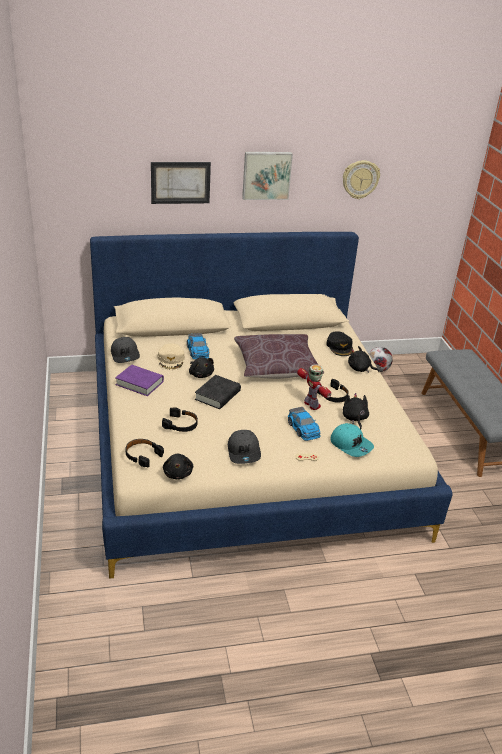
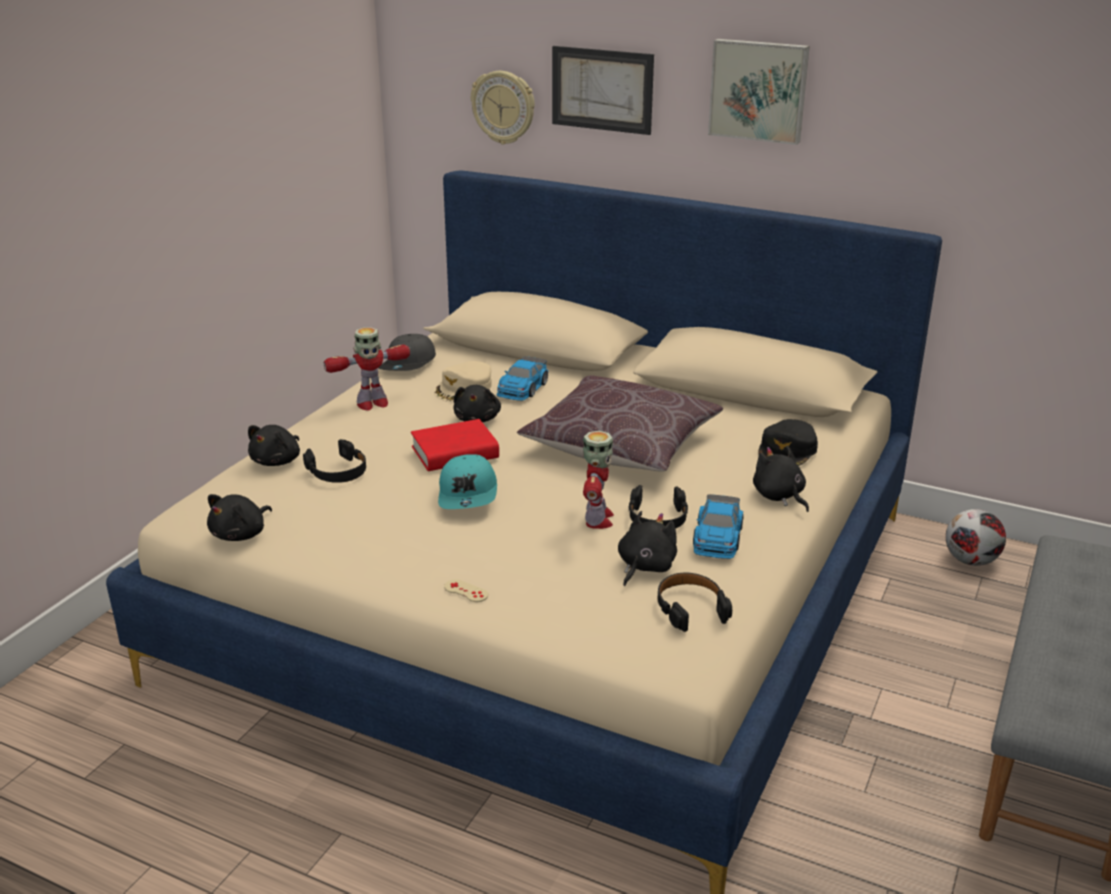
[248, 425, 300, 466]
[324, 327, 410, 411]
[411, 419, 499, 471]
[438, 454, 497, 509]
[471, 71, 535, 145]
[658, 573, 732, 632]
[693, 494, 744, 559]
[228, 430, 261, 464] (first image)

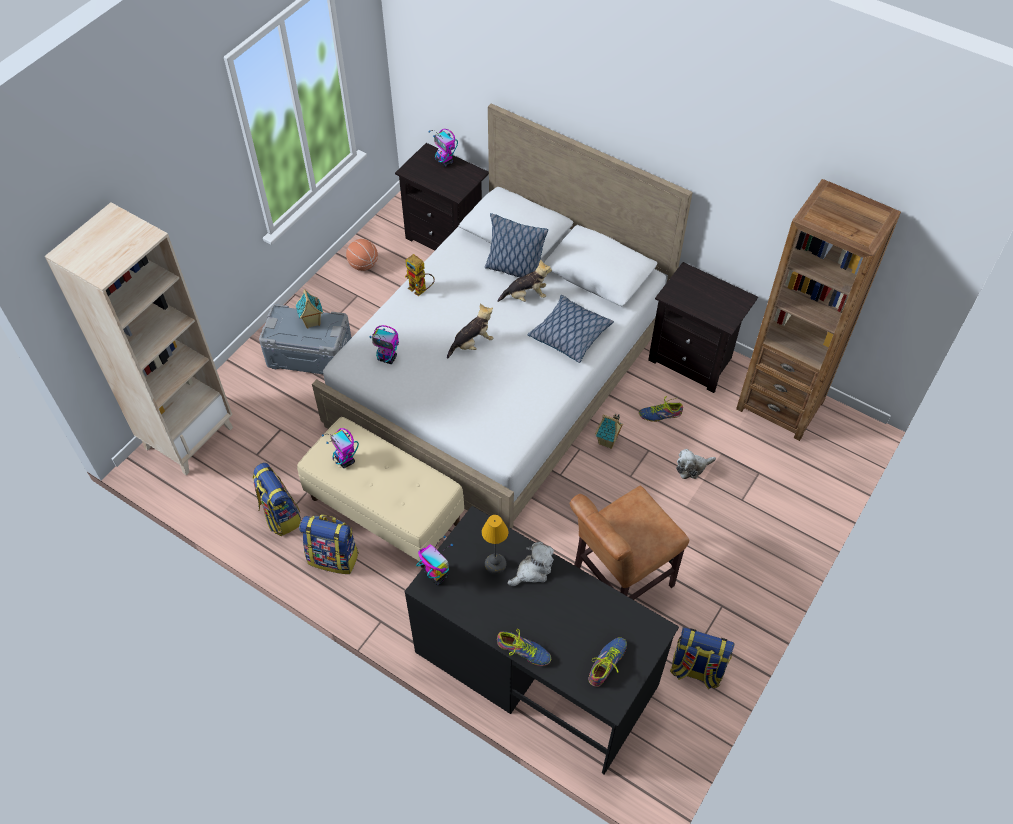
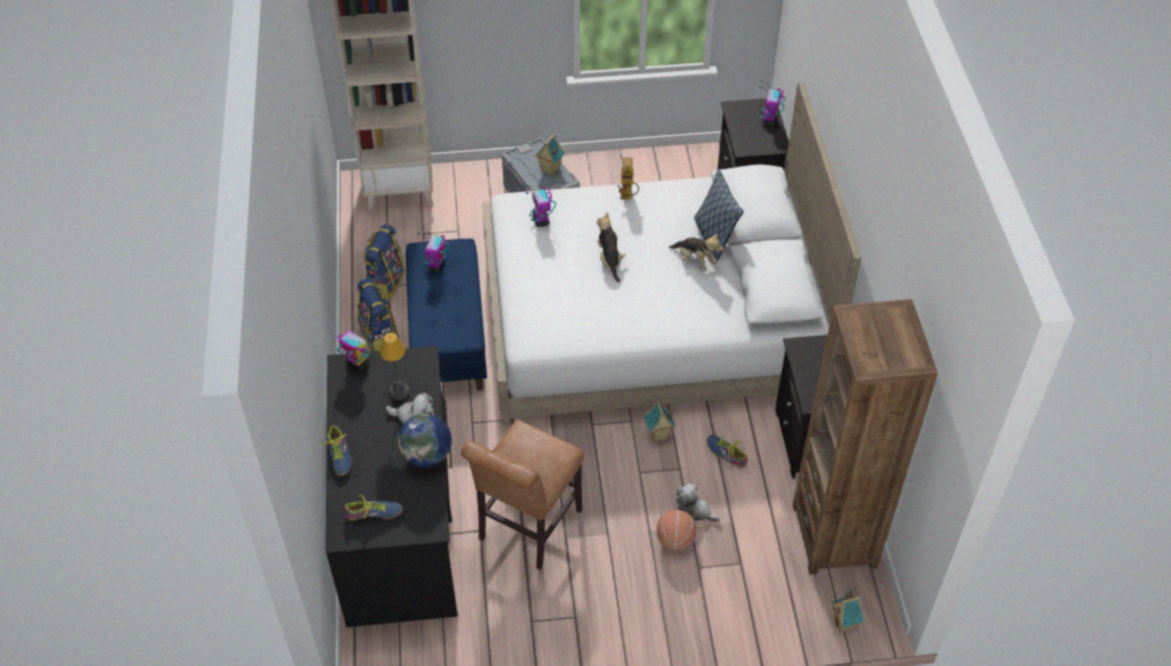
[337, 318, 369, 371]
[398, 414, 452, 467]
[406, 238, 487, 391]
[461, 420, 584, 570]
[597, 212, 625, 283]
[657, 510, 696, 551]
[830, 589, 865, 633]
[527, 295, 614, 363] (first image)
[670, 627, 735, 689] (first image)

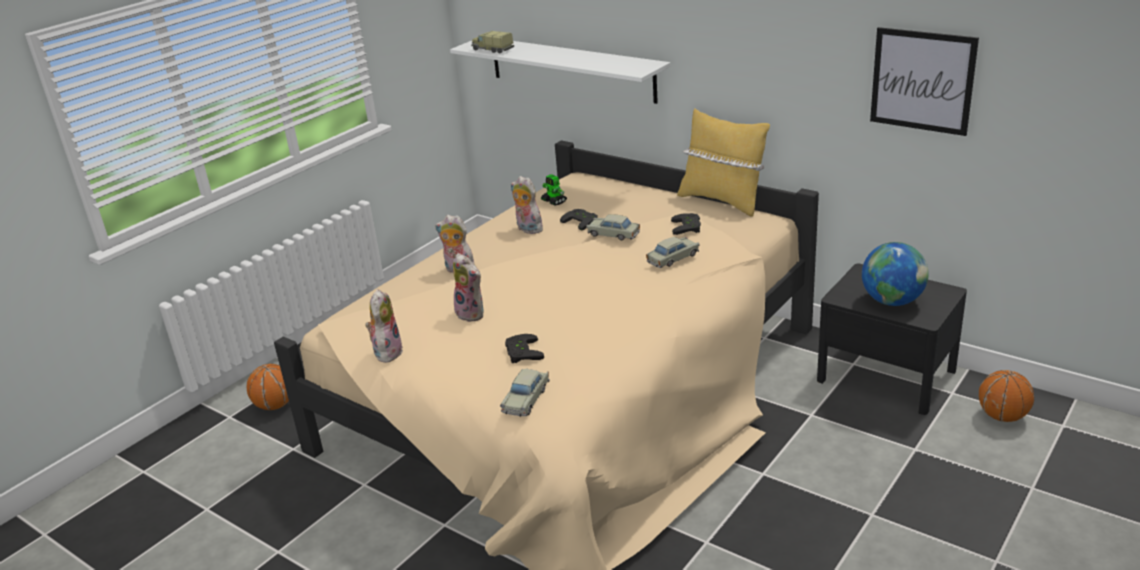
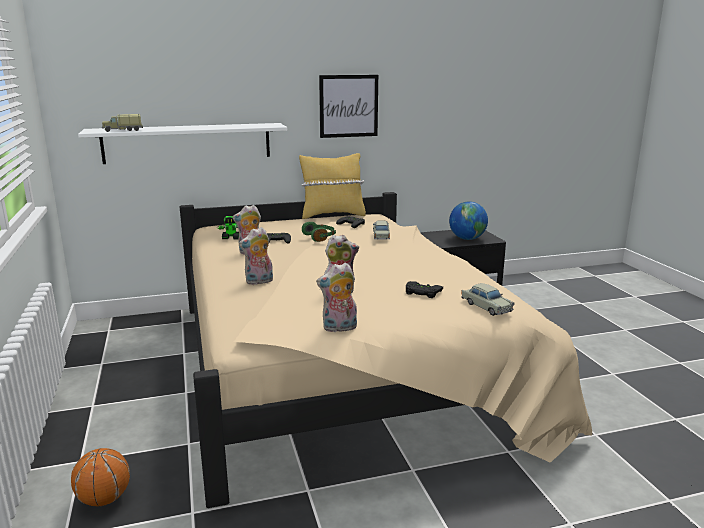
[302, 222, 336, 242]
[316, 262, 357, 333]
[319, 75, 378, 138]
[979, 370, 1034, 422] (first image)

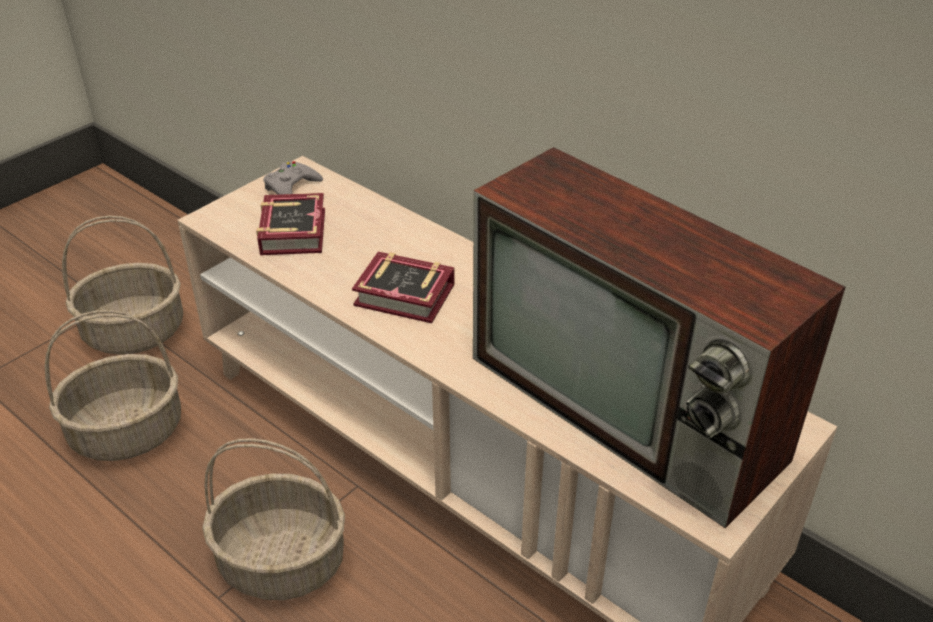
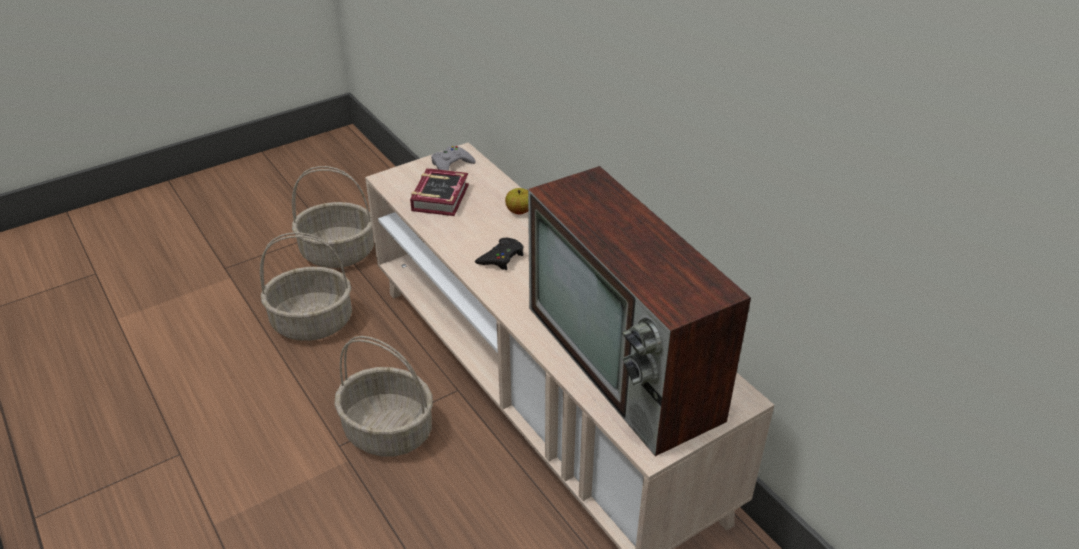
[475, 238, 523, 270]
[505, 188, 528, 215]

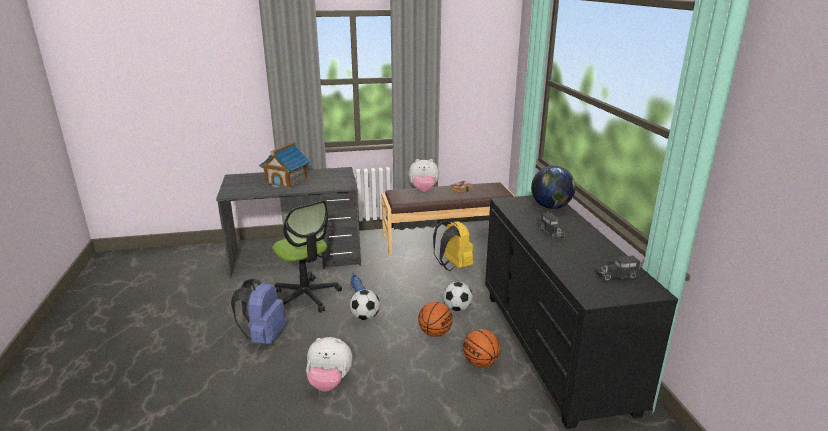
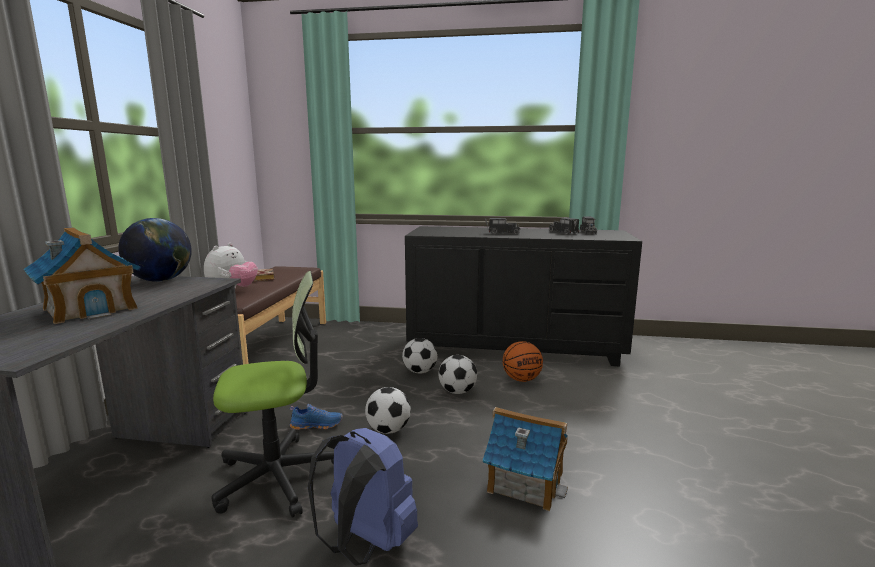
[118, 218, 192, 282]
[438, 355, 477, 394]
[483, 407, 568, 511]
[549, 218, 579, 234]
[433, 220, 473, 271] (first image)

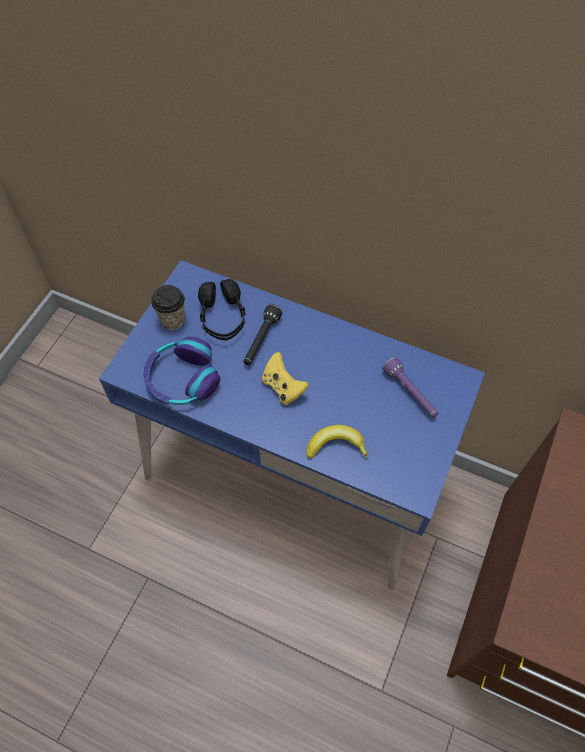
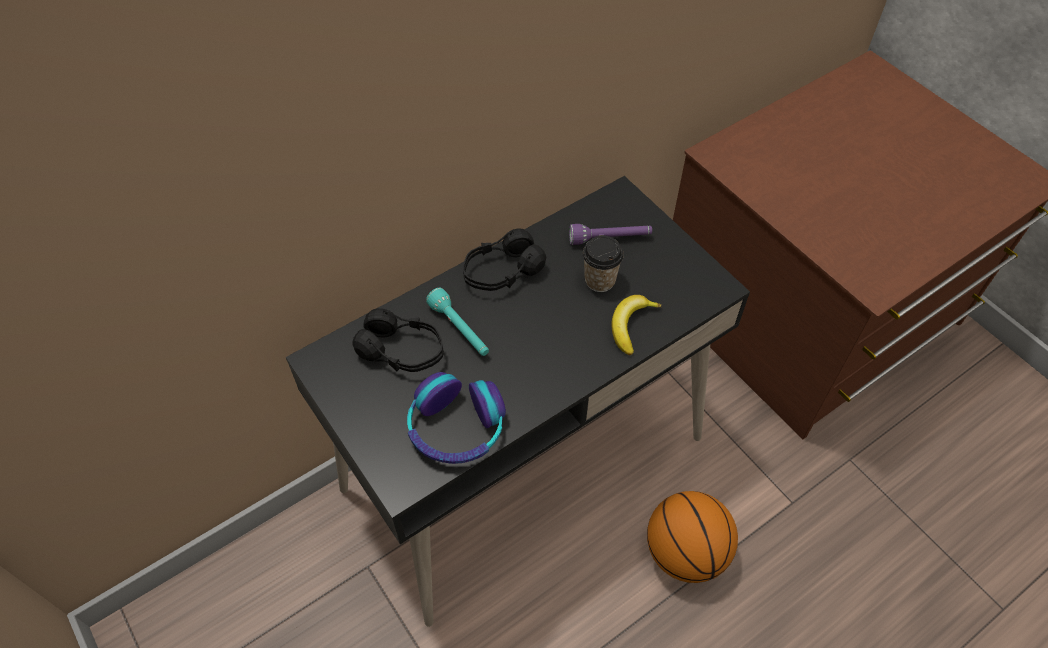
[286, 176, 750, 627]
[426, 288, 489, 356]
[463, 228, 546, 291]
[583, 235, 624, 292]
[647, 491, 738, 583]
[262, 352, 309, 405] (first image)

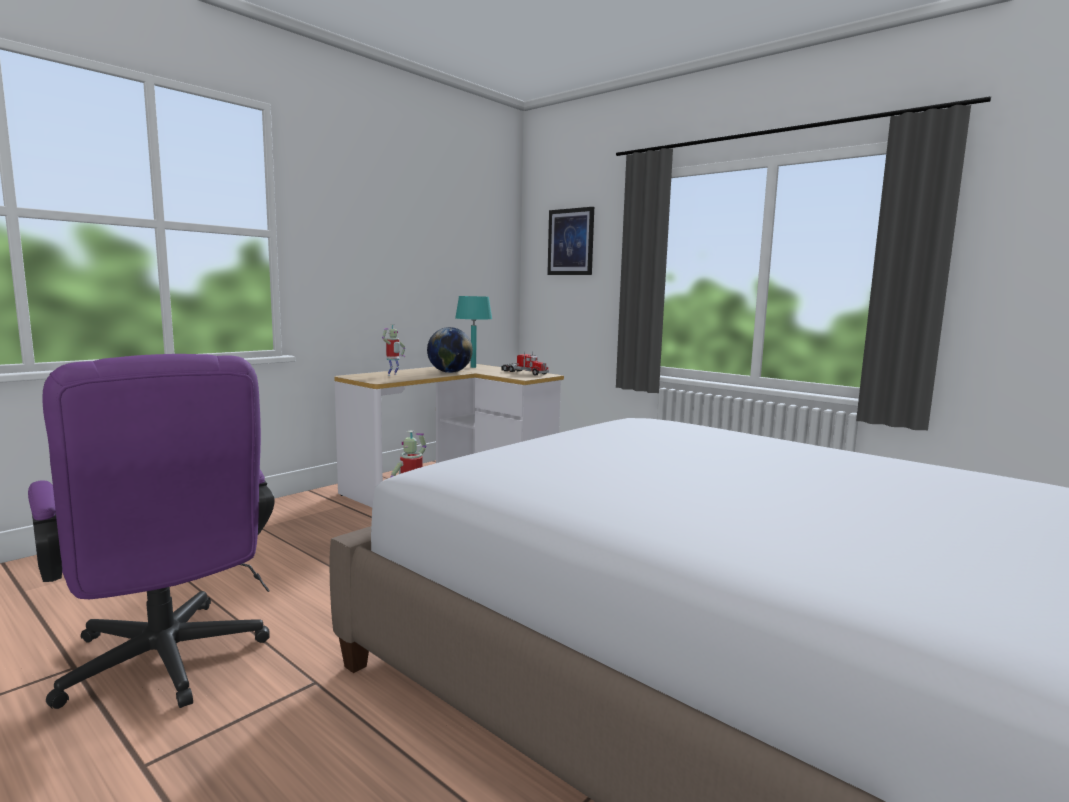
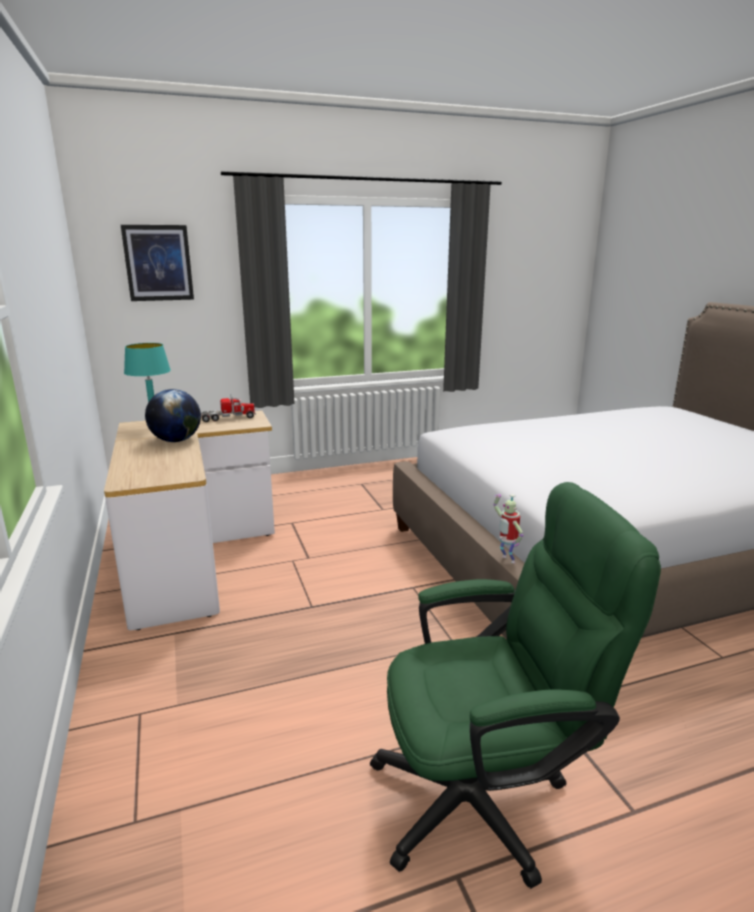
[370, 482, 661, 889]
[382, 324, 405, 376] (first image)

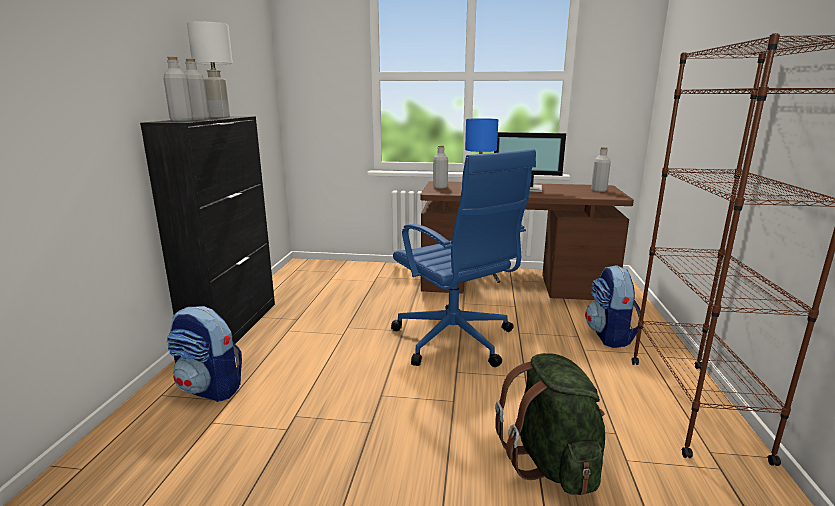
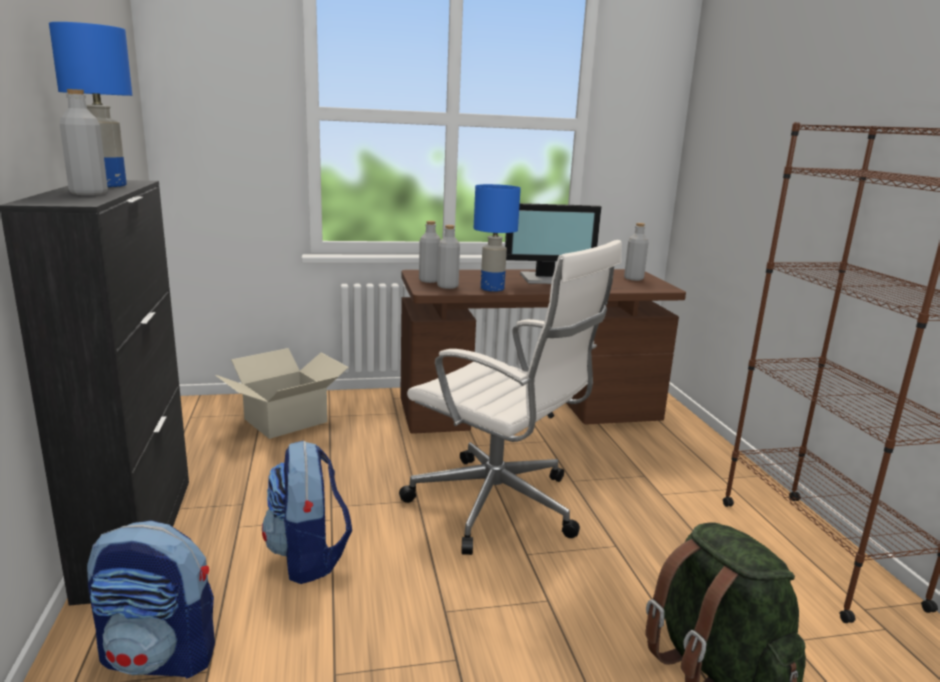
[49, 22, 132, 187]
[215, 348, 349, 439]
[262, 440, 352, 584]
[399, 240, 622, 555]
[437, 225, 460, 289]

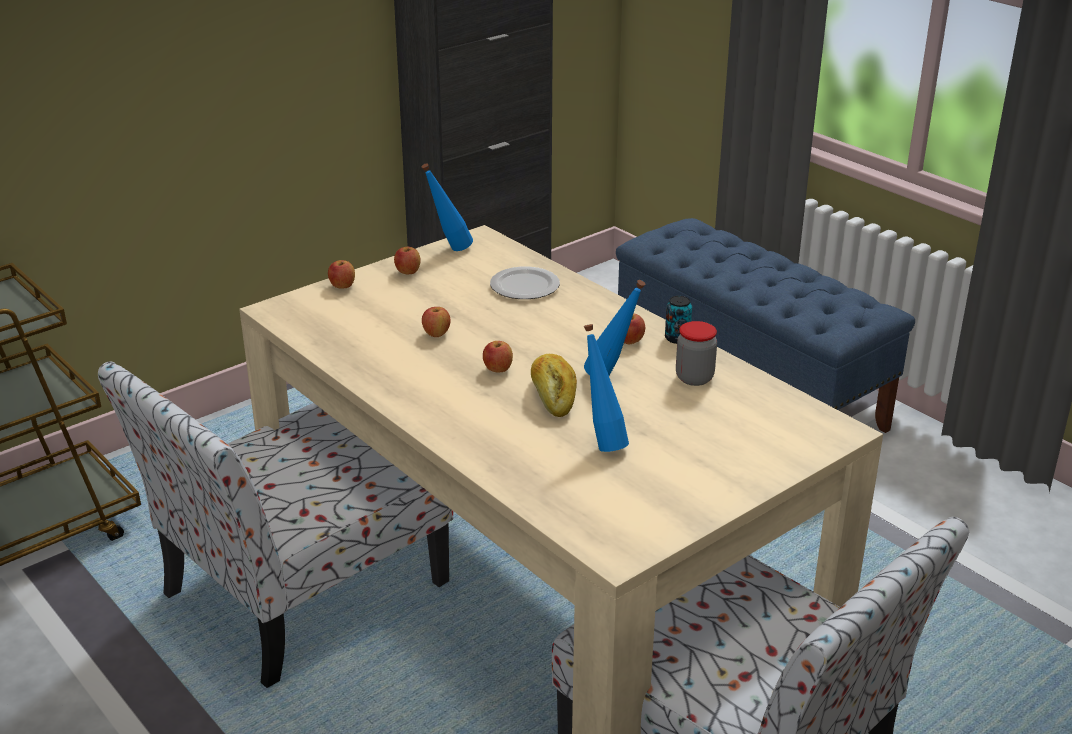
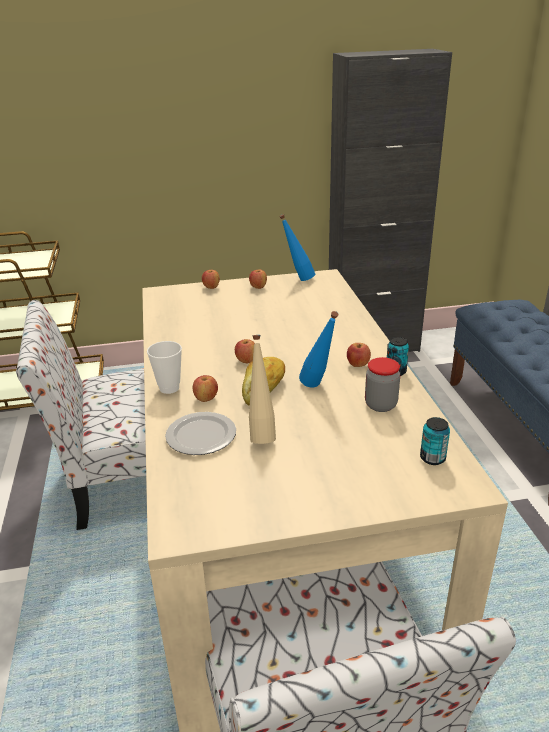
[147, 341, 182, 394]
[165, 412, 236, 455]
[193, 375, 218, 402]
[249, 335, 276, 444]
[420, 417, 450, 465]

